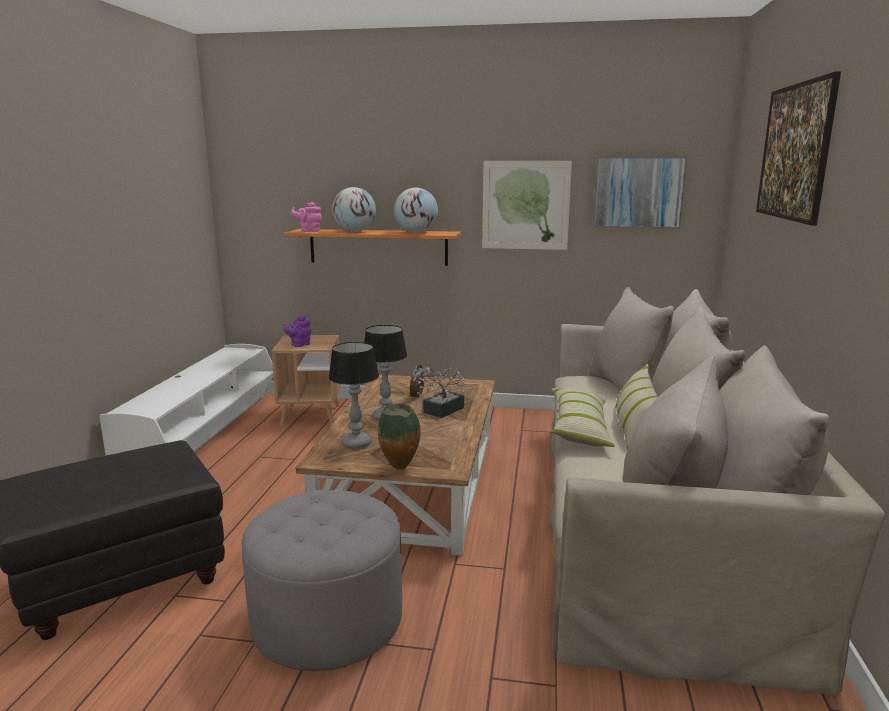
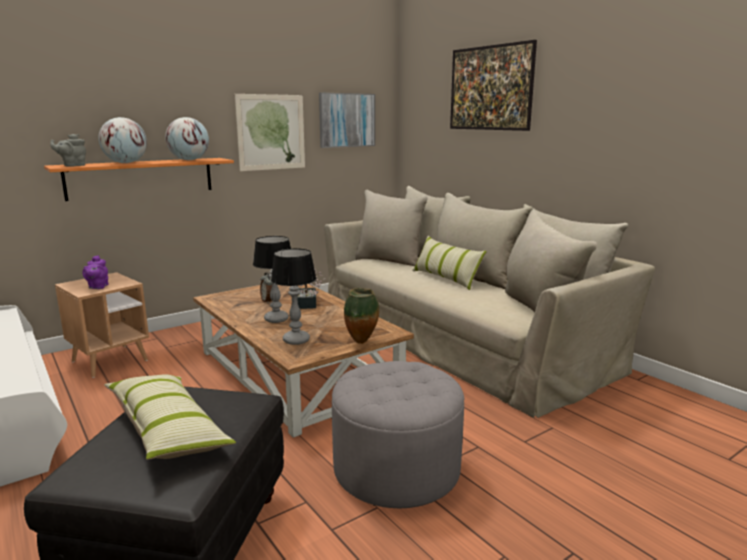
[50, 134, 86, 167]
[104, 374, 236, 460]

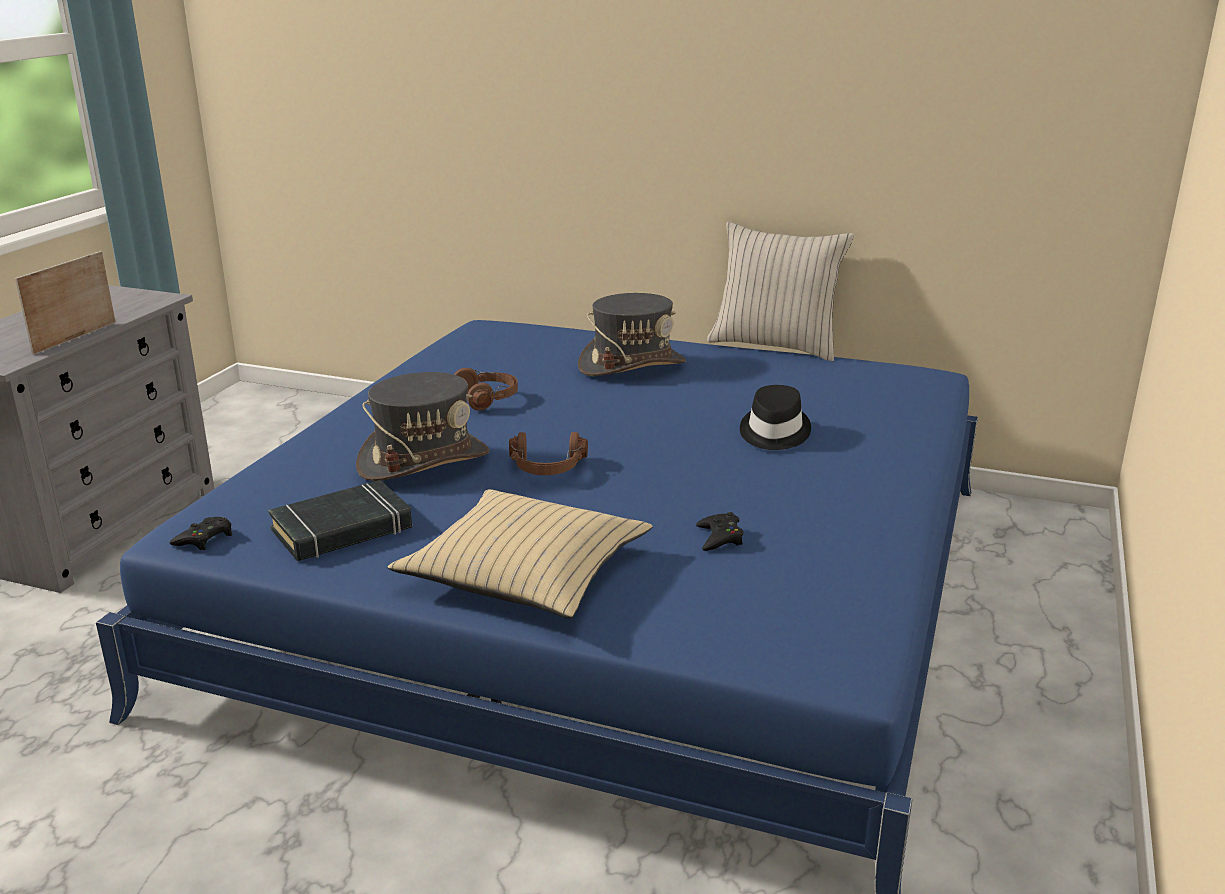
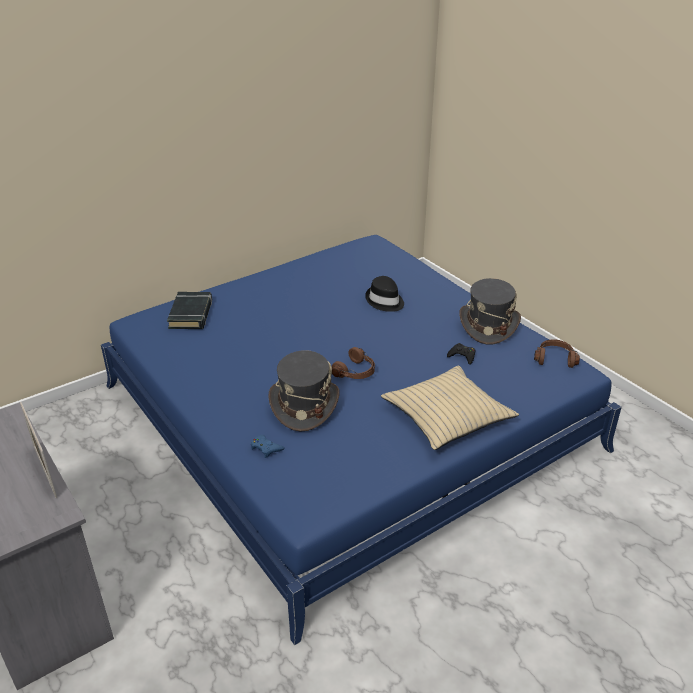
[167, 292, 212, 329]
[251, 435, 285, 458]
[460, 278, 521, 345]
[534, 339, 580, 368]
[170, 517, 232, 550] (first image)
[707, 222, 854, 361] (first image)

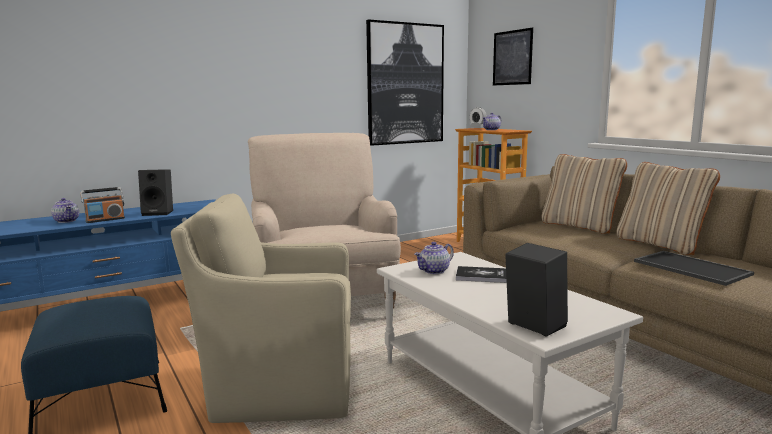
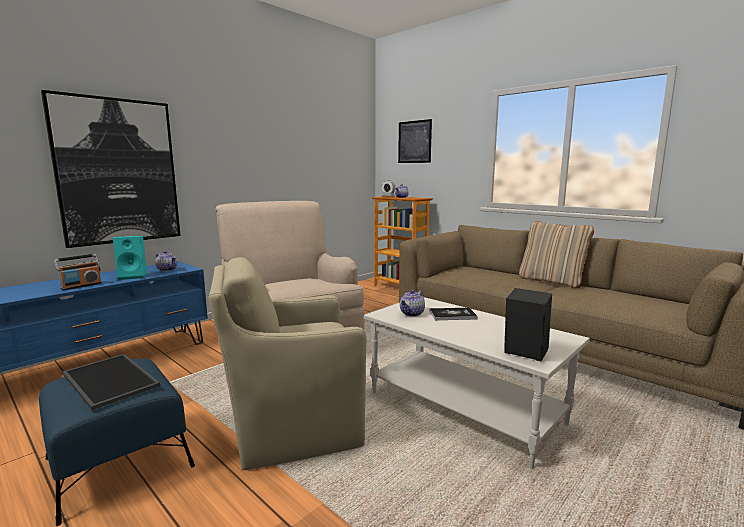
[41, 90, 181, 248]
[62, 354, 160, 410]
[113, 236, 147, 280]
[155, 251, 177, 271]
[542, 154, 627, 234] (first image)

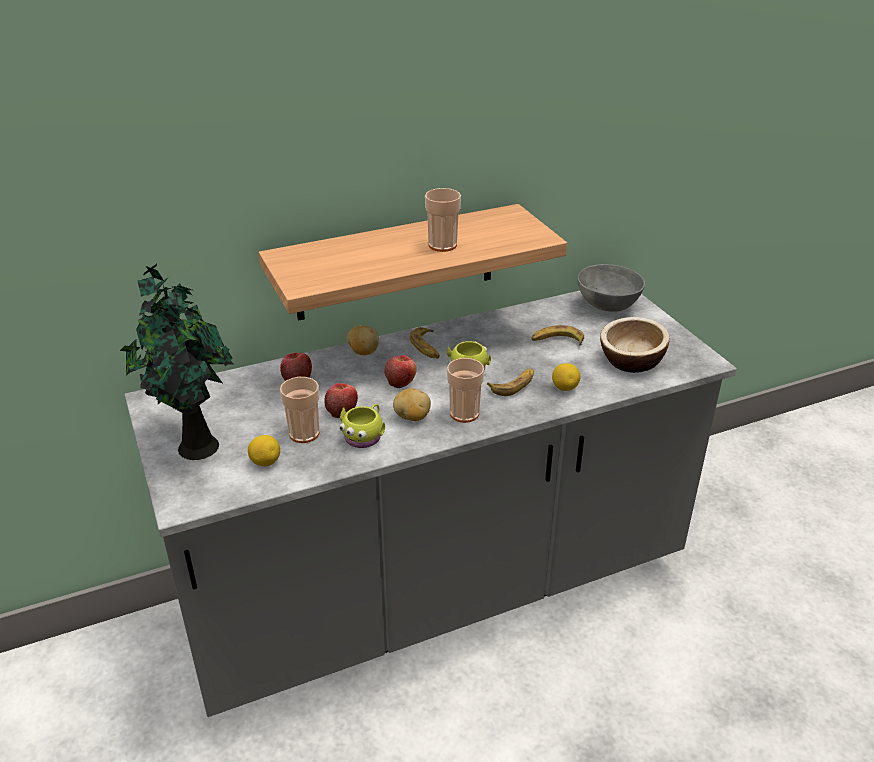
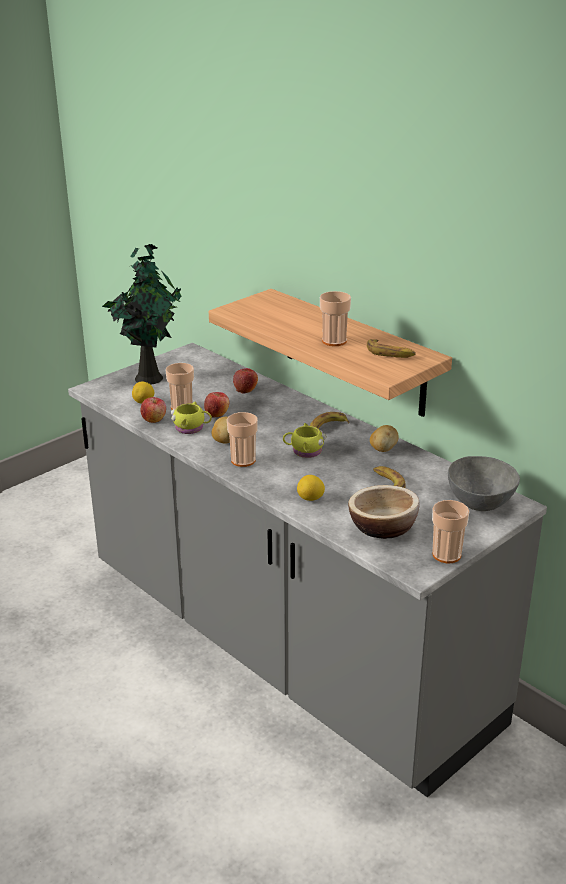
[140, 397, 166, 423]
[367, 339, 416, 358]
[370, 425, 398, 452]
[432, 500, 469, 563]

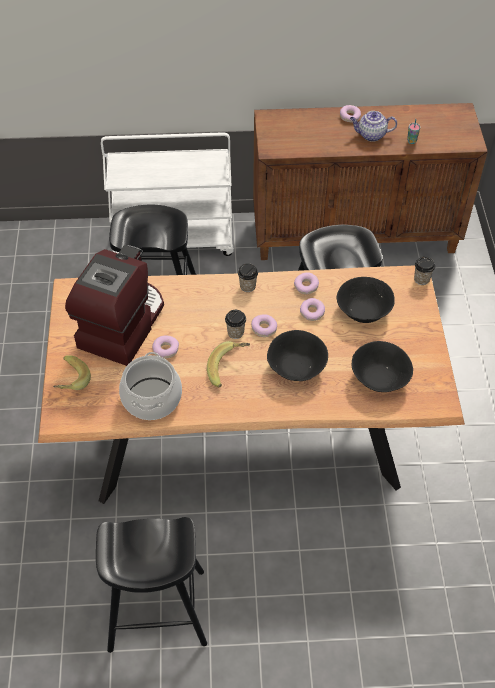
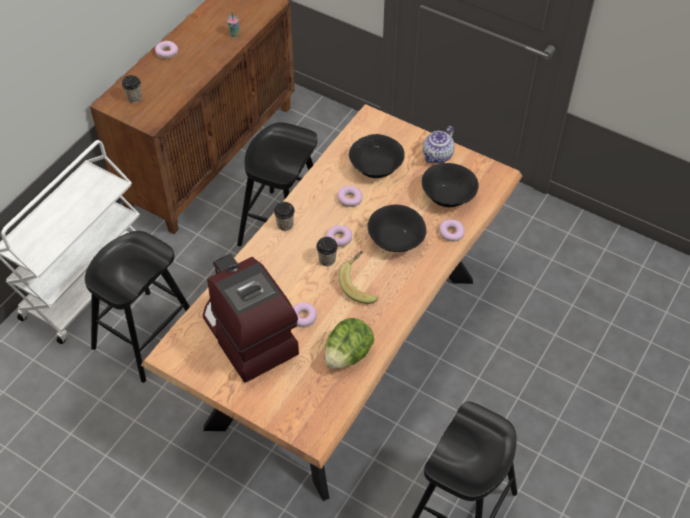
[122, 75, 142, 103]
[325, 318, 374, 369]
[423, 126, 455, 163]
[439, 219, 465, 242]
[53, 355, 91, 390] (first image)

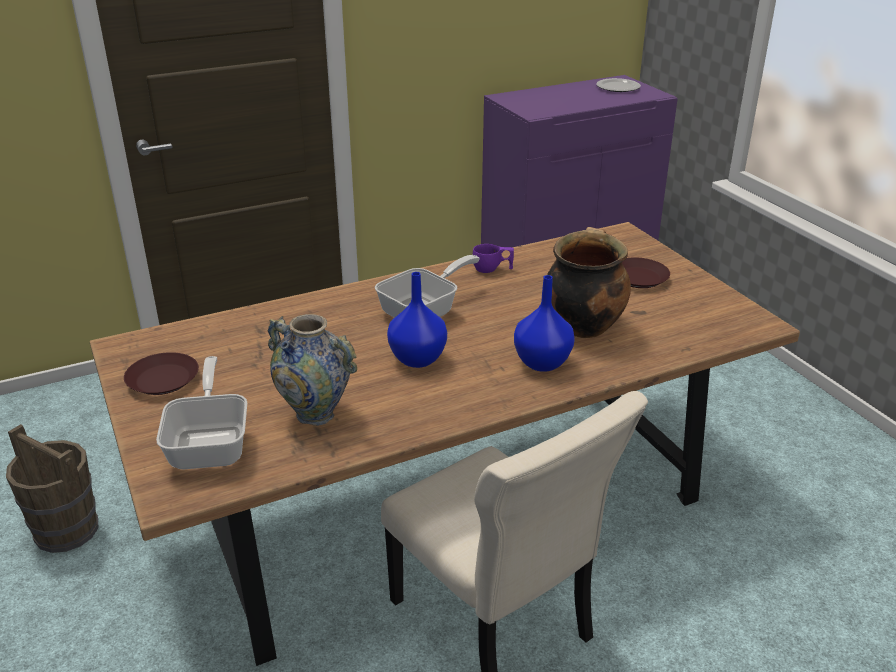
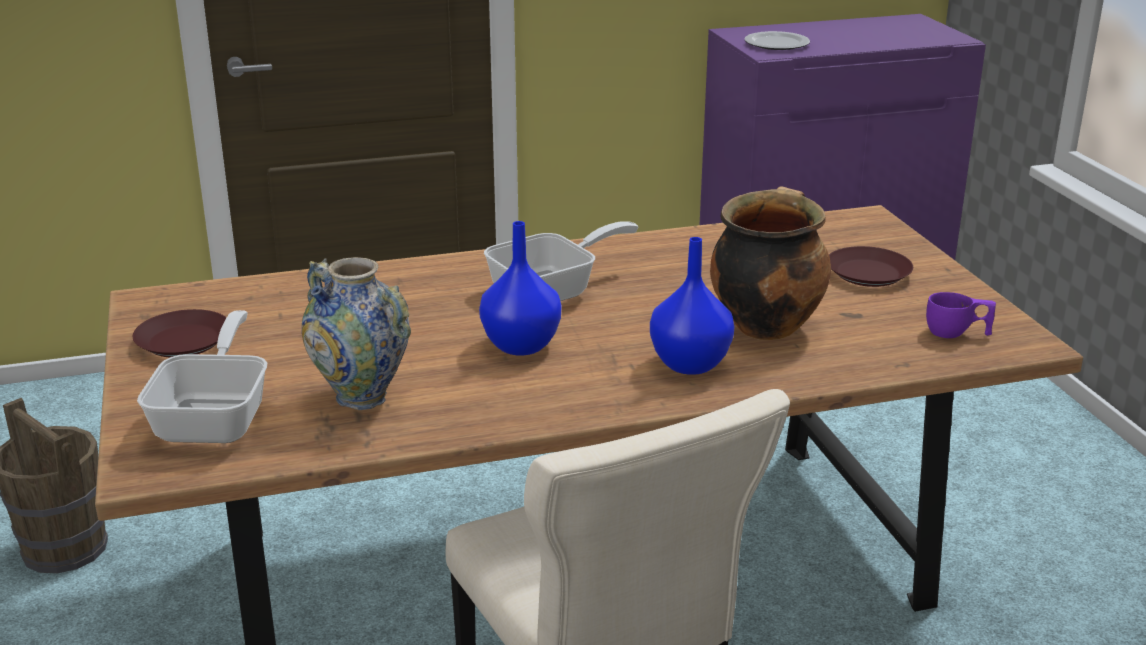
[744, 31, 810, 50]
[926, 292, 996, 338]

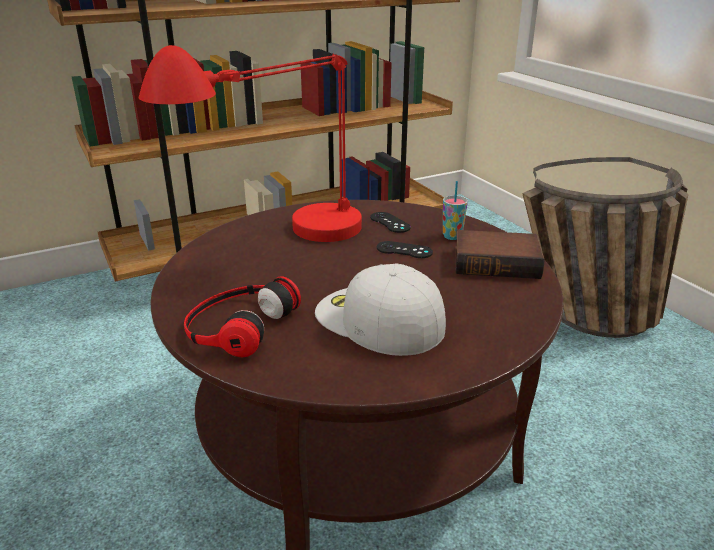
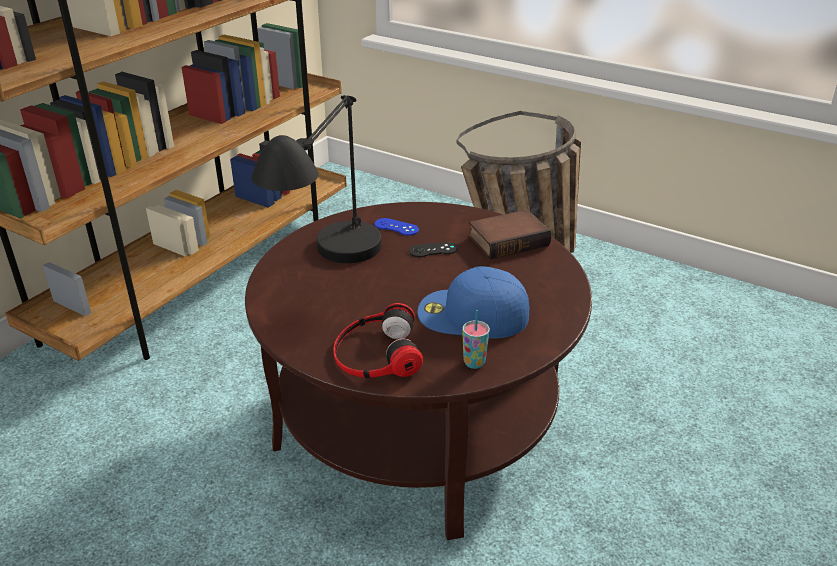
[251, 95, 382, 263]
[374, 218, 419, 236]
[417, 266, 530, 339]
[462, 310, 490, 369]

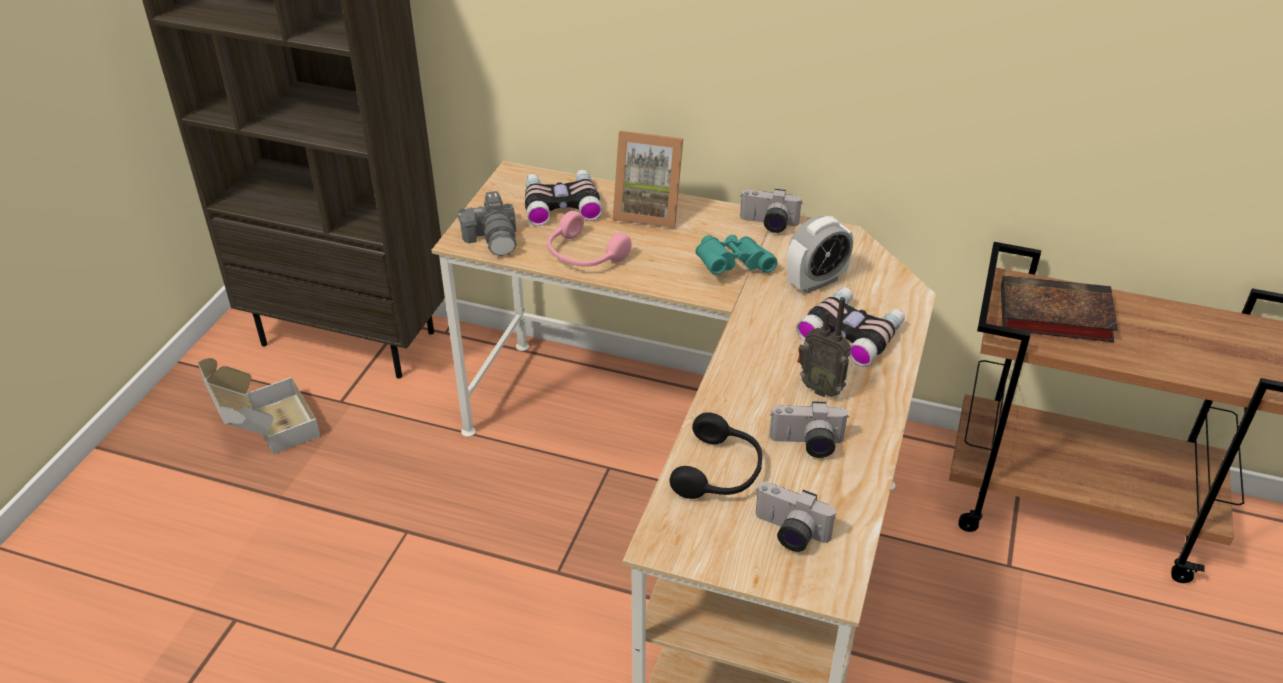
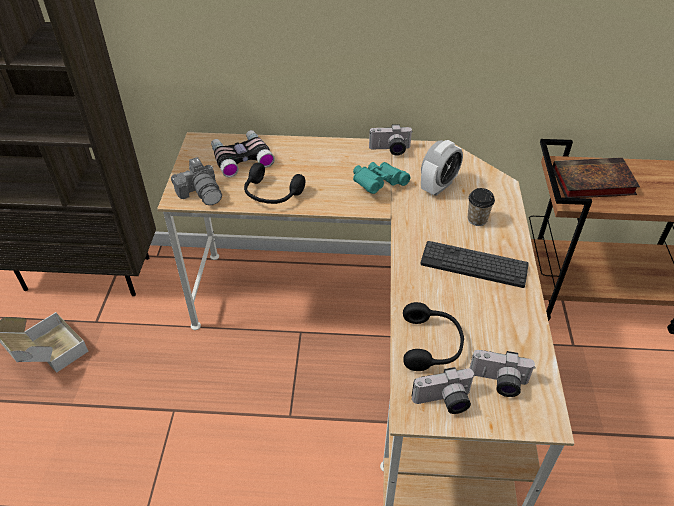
[244, 163, 305, 204]
[412, 367, 474, 414]
[420, 241, 529, 288]
[468, 188, 495, 226]
[613, 131, 683, 228] (first image)

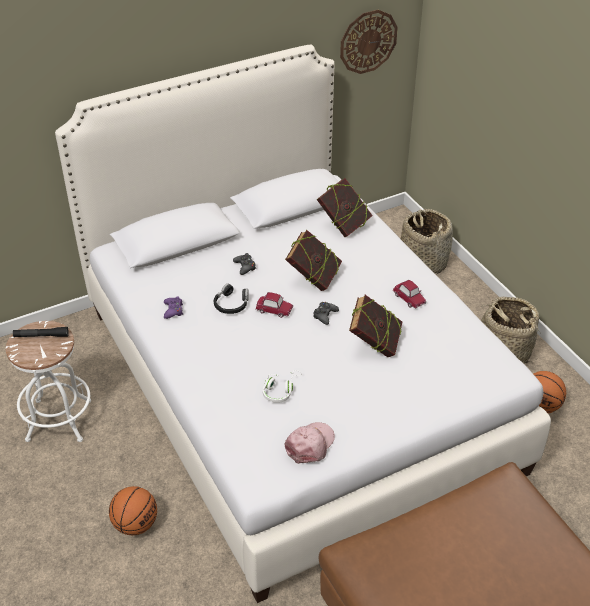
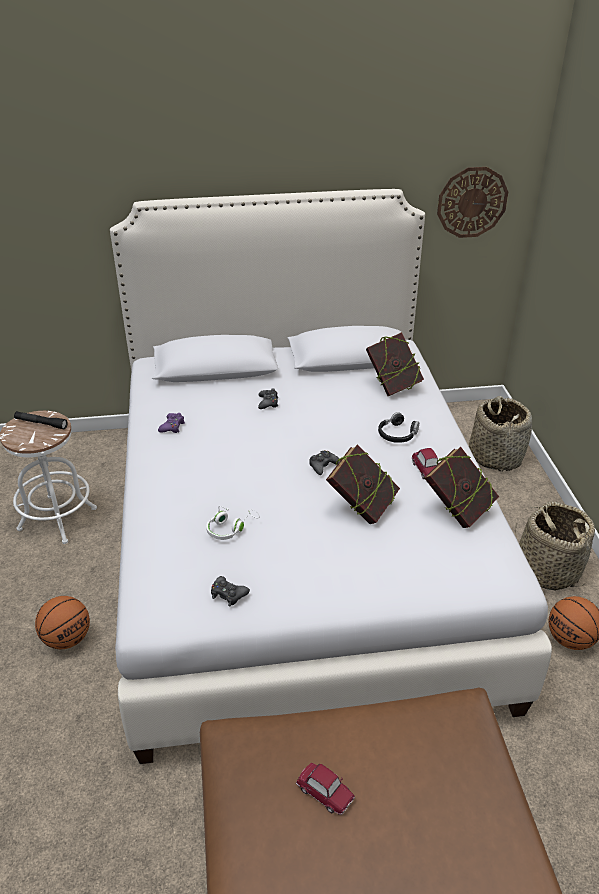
[211, 576, 250, 606]
[296, 763, 355, 815]
[378, 412, 419, 443]
[424, 447, 499, 528]

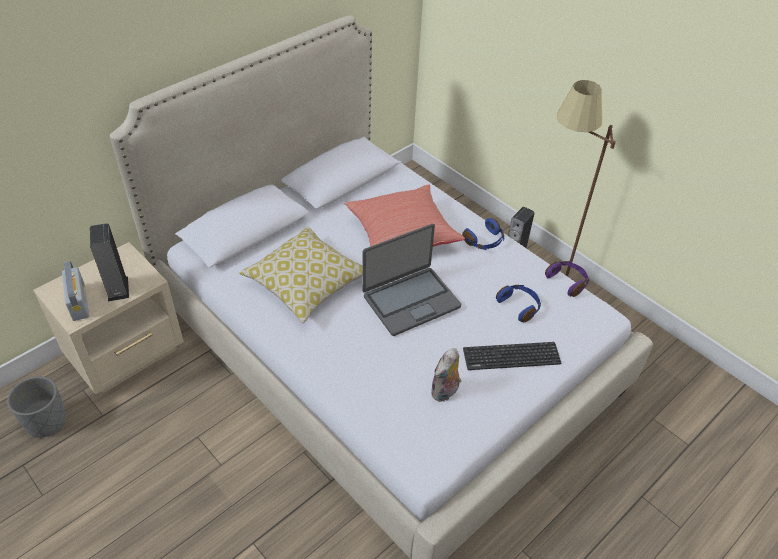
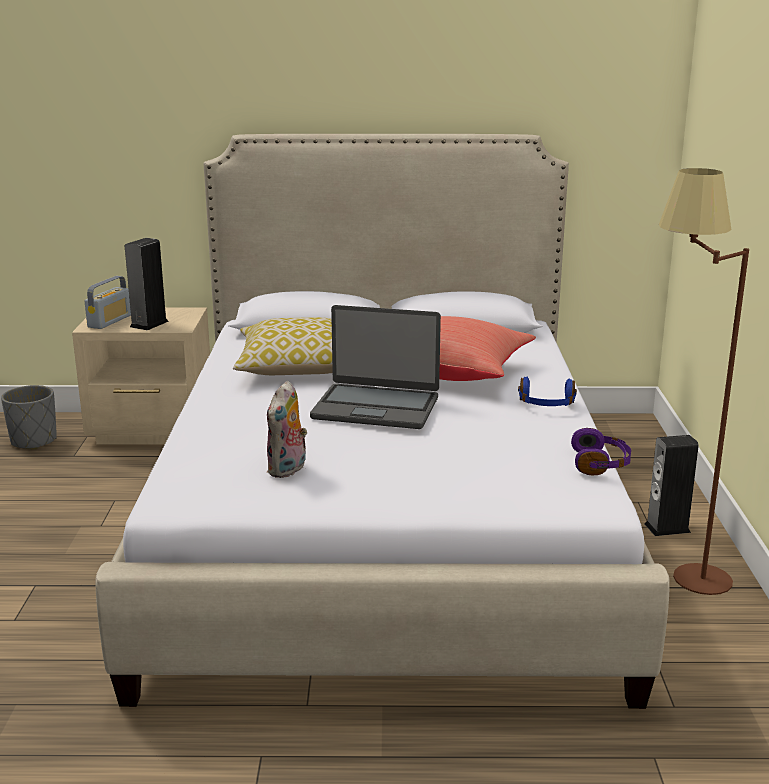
[267, 381, 307, 478]
[463, 342, 561, 370] (first image)
[496, 285, 541, 323] (first image)

